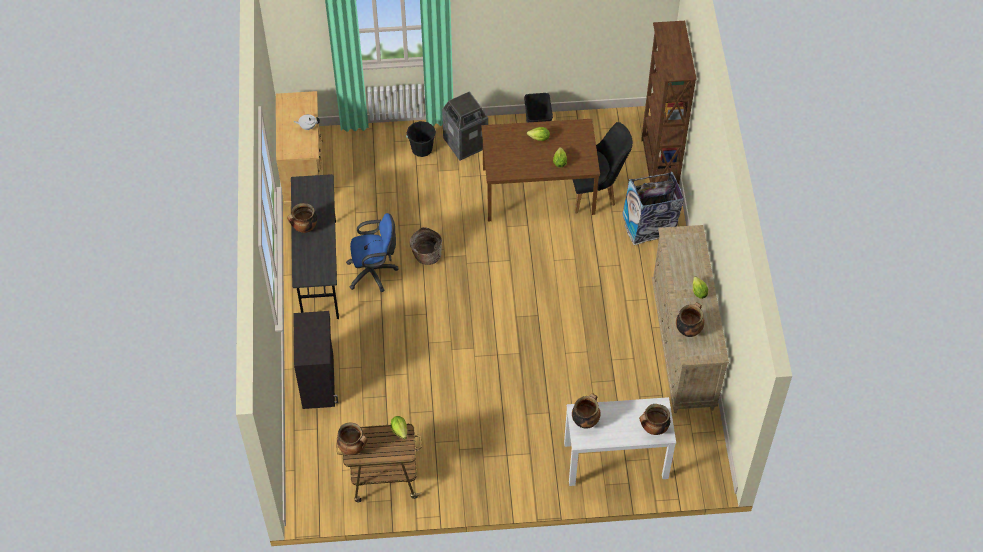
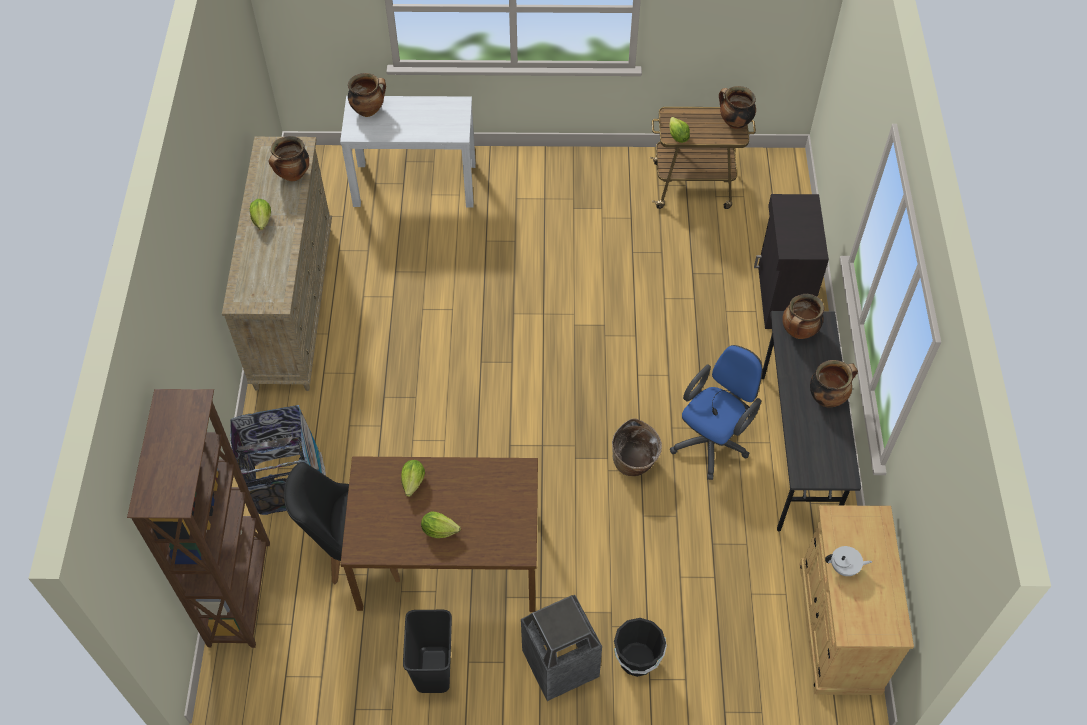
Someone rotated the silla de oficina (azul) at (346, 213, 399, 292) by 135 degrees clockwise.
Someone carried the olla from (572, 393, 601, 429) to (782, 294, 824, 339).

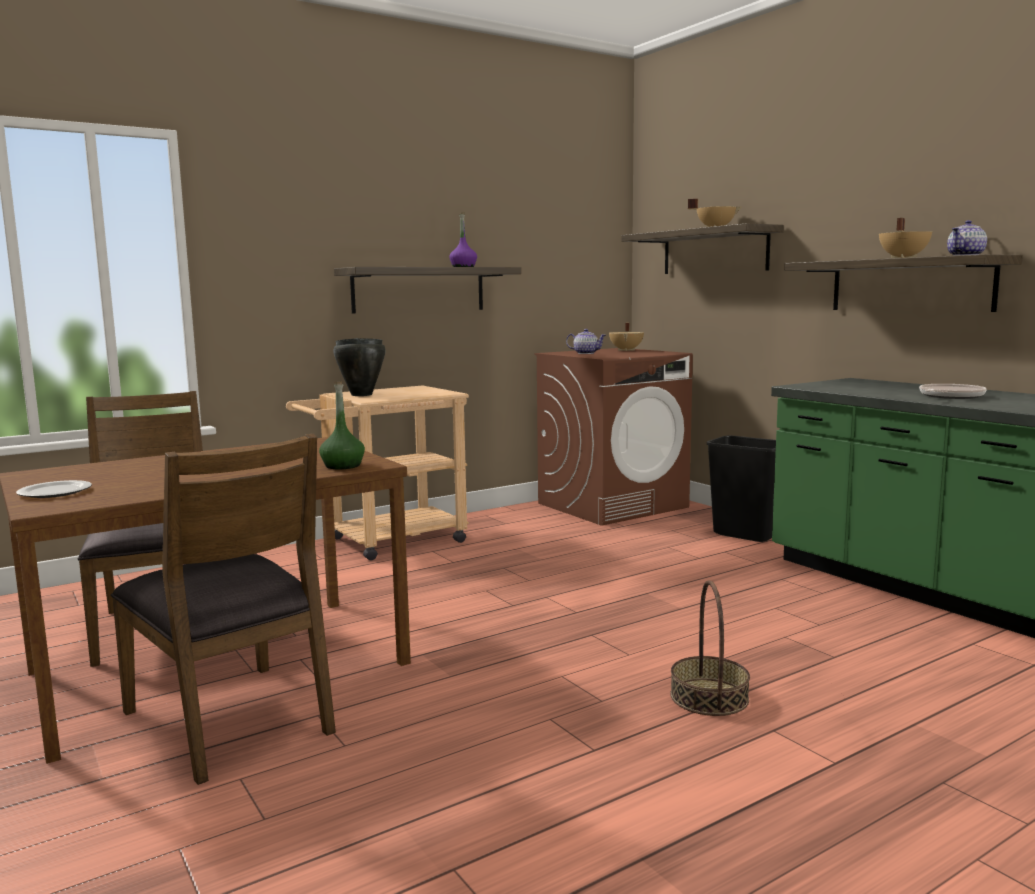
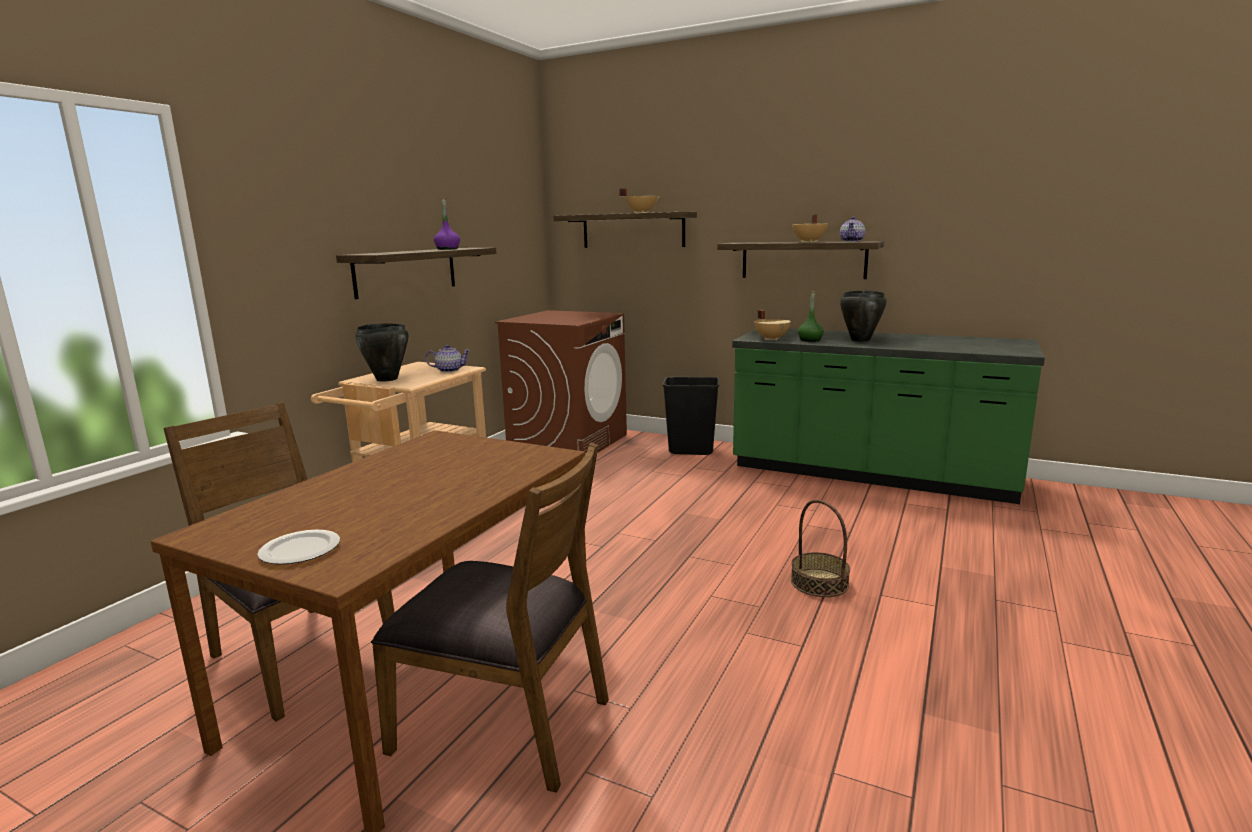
Someone carried the tetera from (566, 329, 606, 354) to (425, 345, 470, 372).
Someone carried the olla (beis) from (609, 323, 644, 351) to (755, 310, 791, 340).
Someone carried the botella (verde) from (319, 381, 365, 469) to (798, 291, 824, 342).
Someone swapped the sartén at (919, 384, 987, 399) for the olla (negro) at (840, 290, 887, 342).

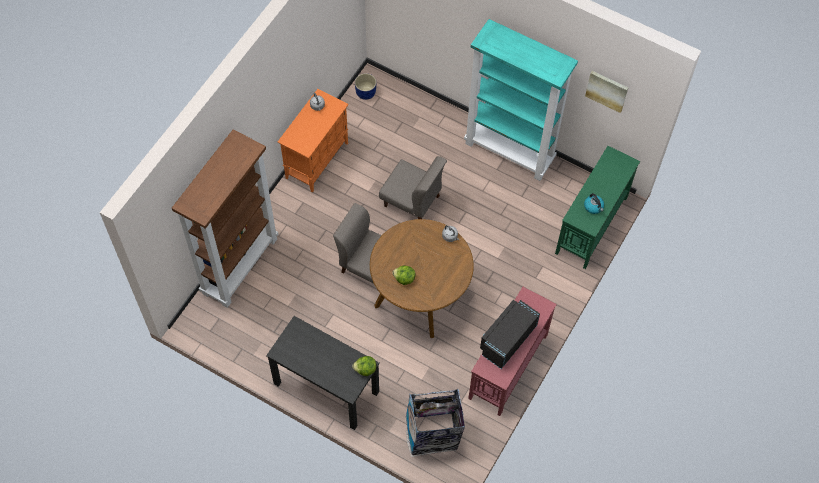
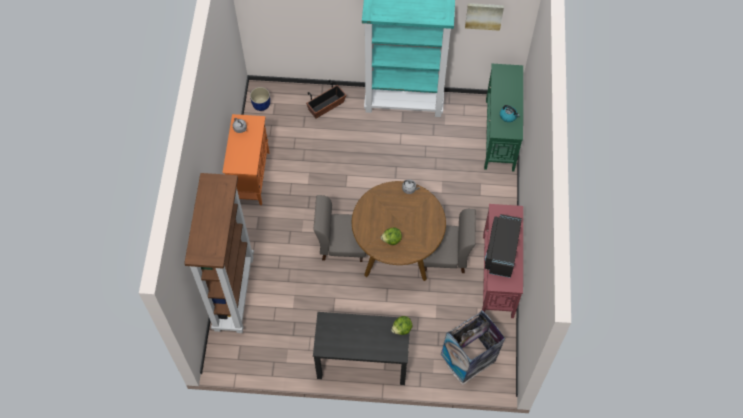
Someone put down the maceta at (306, 80, 346, 119).
Someone carried the silla (gris) from (379, 156, 447, 219) to (423, 209, 476, 273).

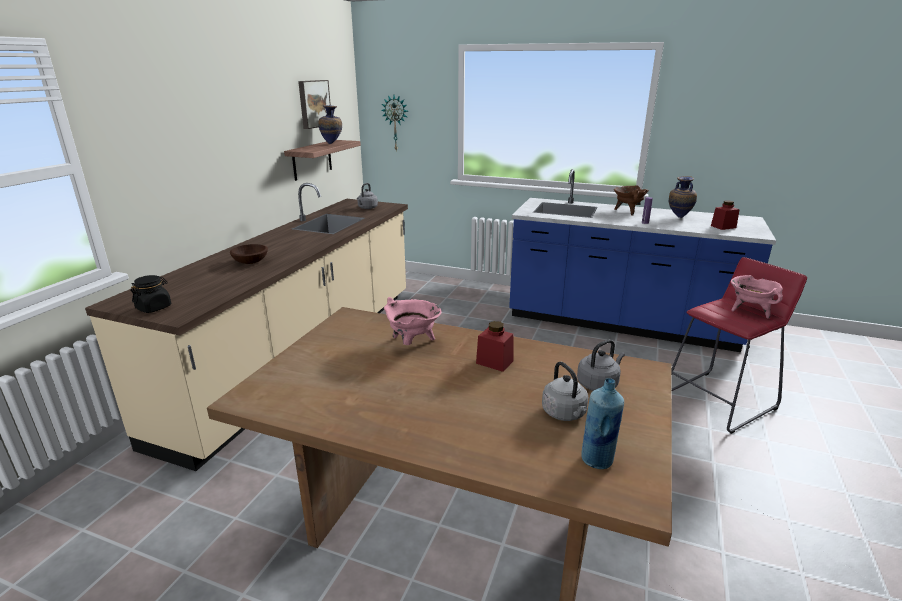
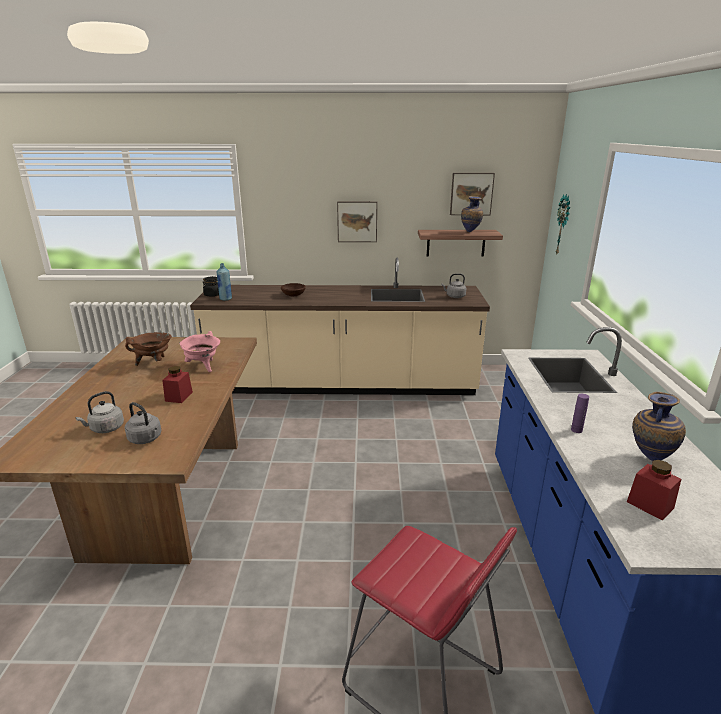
Someone carried the olla (marrón) from (614, 186, 649, 216) to (125, 332, 172, 366).
Someone carried the botella (azul) from (581, 378, 624, 469) to (217, 263, 232, 301).
Someone put up the cuadro at (337, 201, 377, 242).
Someone took away the olla (rosa) at (731, 275, 783, 319).

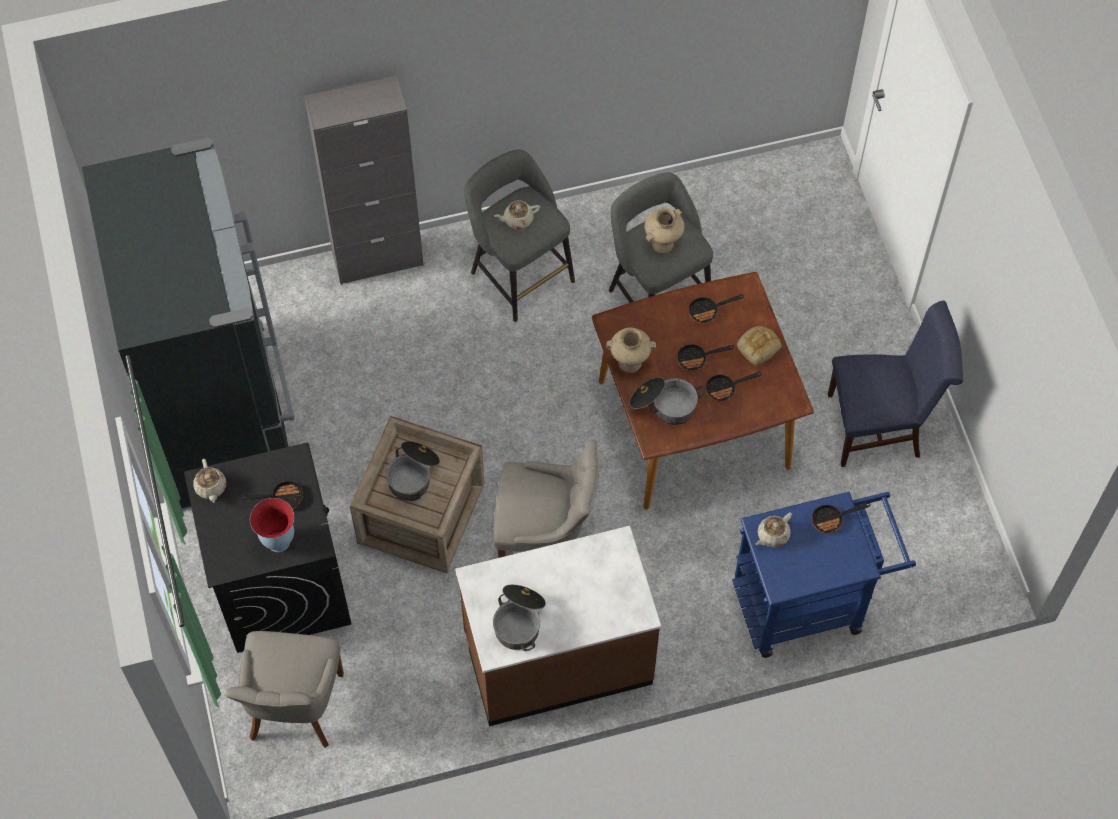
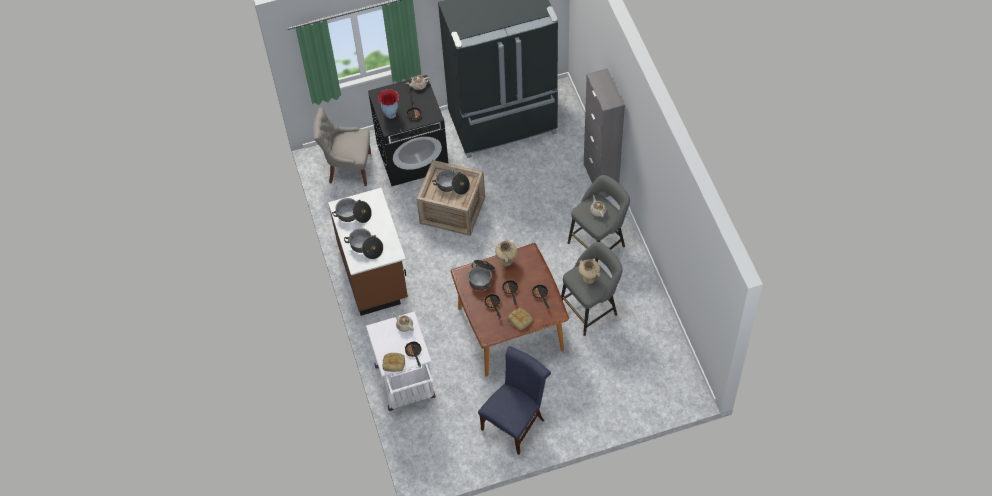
Someone put down the olla at (344, 228, 383, 259).
Someone repainted the carrito (azul) at (732, 492, 916, 658), which became the carrito (blanco) at (366, 311, 435, 411).
Someone put down the pan at (383, 353, 405, 372).
Someone rotated the silla (azul) at (828, 301, 963, 467) by 135 degrees counterclockwise.
Someone took away the silla (gris) at (493, 440, 599, 558).

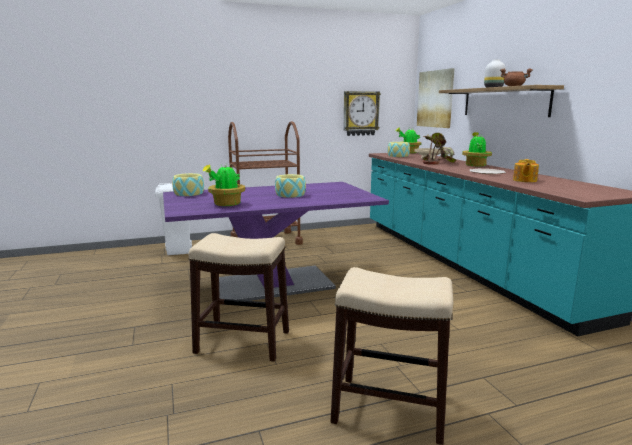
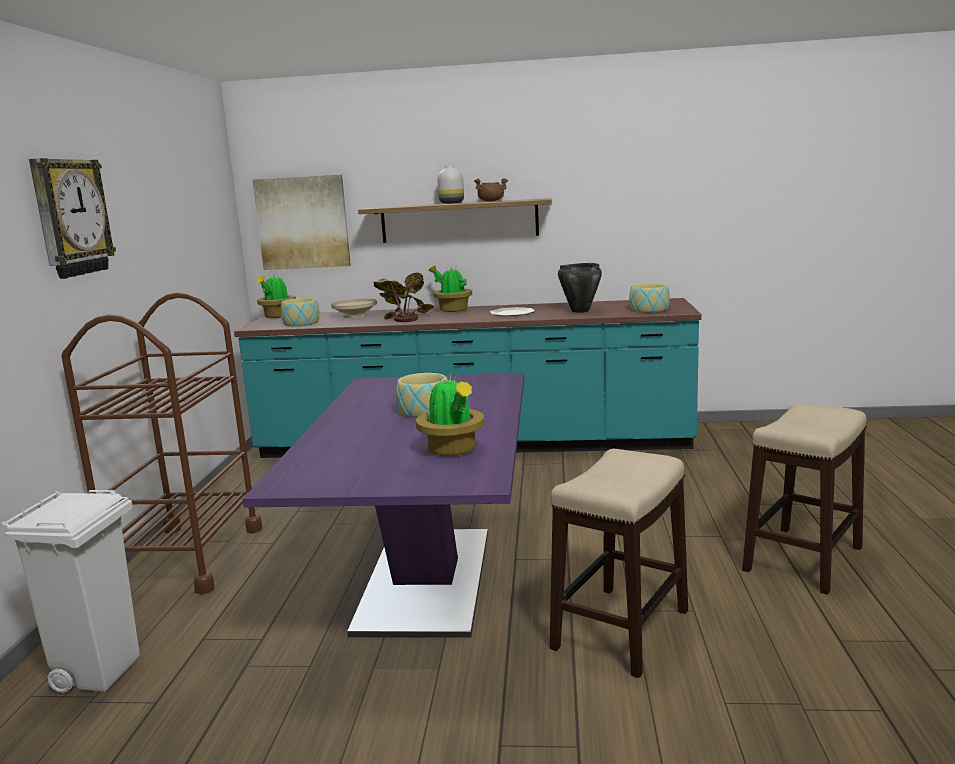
Someone carried the reloj de pared from (344, 91, 381, 136) to (29, 158, 116, 279).
Someone swapped the tetera at (513, 159, 539, 182) for the olla (negro) at (558, 263, 602, 313).
Someone carried the cuenco from (172, 173, 204, 196) to (629, 283, 670, 313).

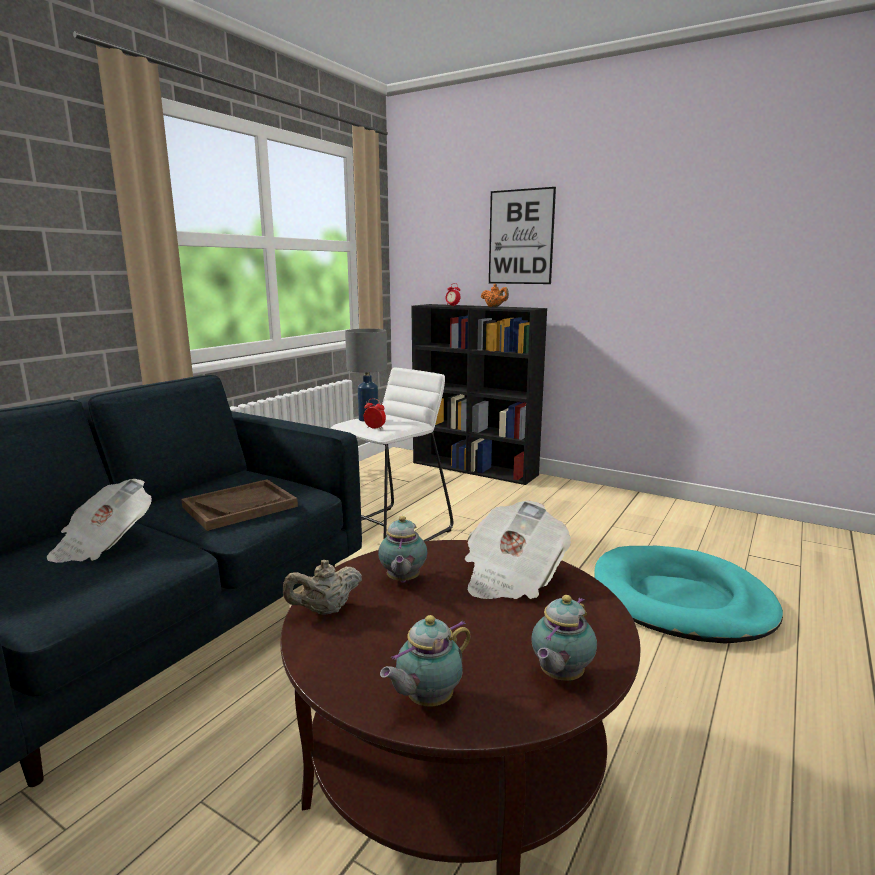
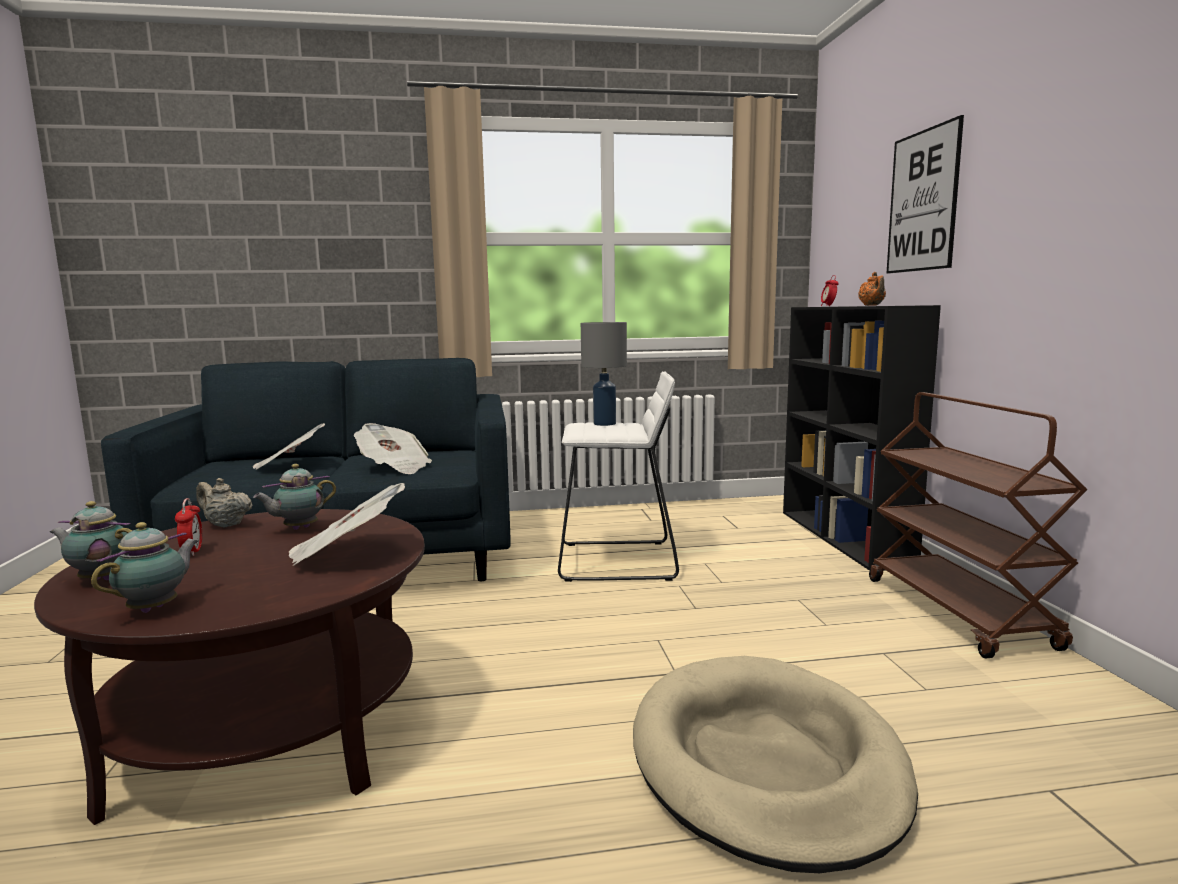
Someone rotated the tetera at (531, 595, 597, 681) by 120 degrees clockwise.
Someone carried the despertador from (364, 399, 386, 430) to (175, 498, 202, 556).
Someone swapped the bandeja (marrón) at (181, 479, 298, 531) for the periódico at (354, 423, 432, 474).
Someone repainted the cama para perro (turquesa) at (594, 546, 783, 644), which became the cama para perro (beis) at (633, 656, 918, 873).
Someone put down the carrito (marrón) at (869, 392, 1088, 658).

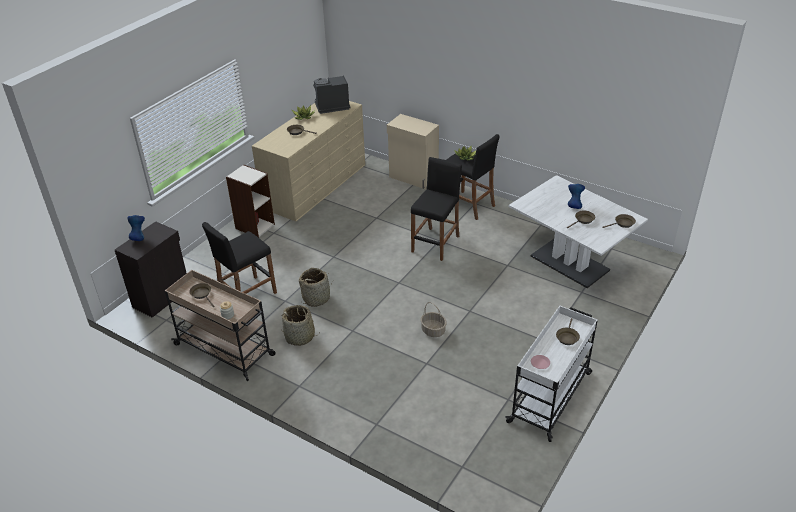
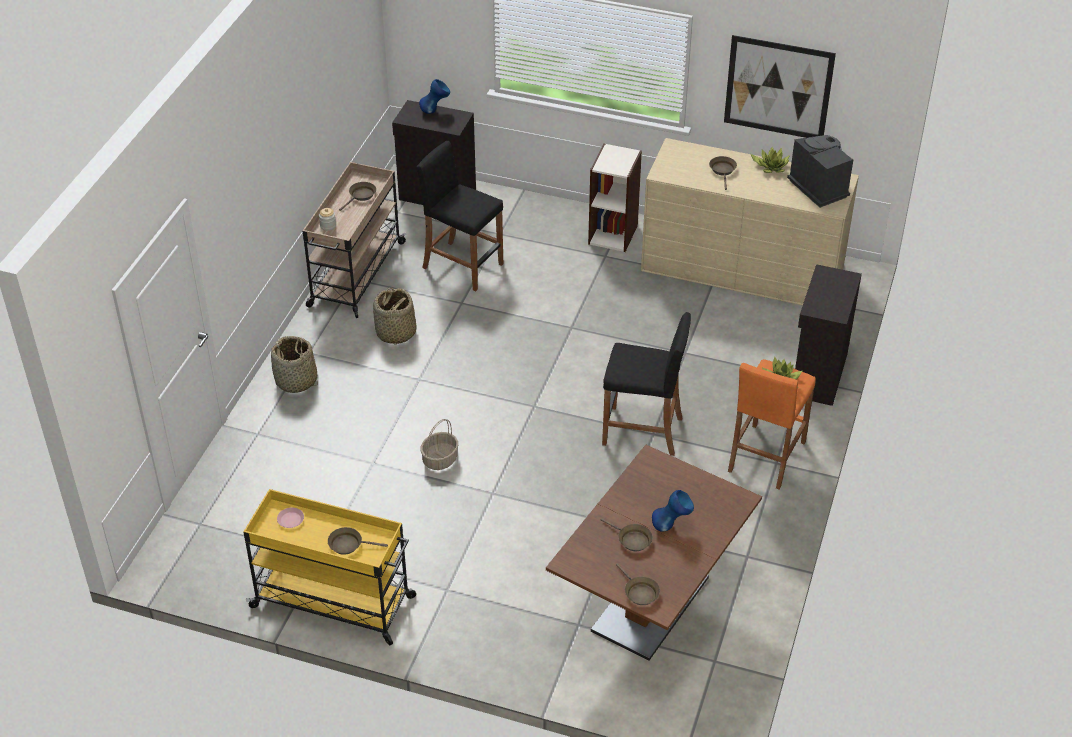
Someone repainted the carrito (blanco) at (505, 306, 598, 442), which became the carrito (amarillo) at (243, 489, 416, 645).
Someone carried the cesta from (299, 268, 331, 307) to (271, 336, 318, 393).
Someone repainted the mesa de comedor (blanco) at (508, 175, 648, 288), which became the mesa de comedor (marrón) at (546, 445, 762, 661).
Someone put up the cuadro at (724, 35, 836, 138).
Someone repainted the taburete (negro) at (446, 134, 499, 220), which became the taburete (naranja) at (728, 359, 816, 490).
Someone repainted the armario (beis) at (387, 114, 439, 189), which became the armario (negro) at (795, 264, 862, 406).

